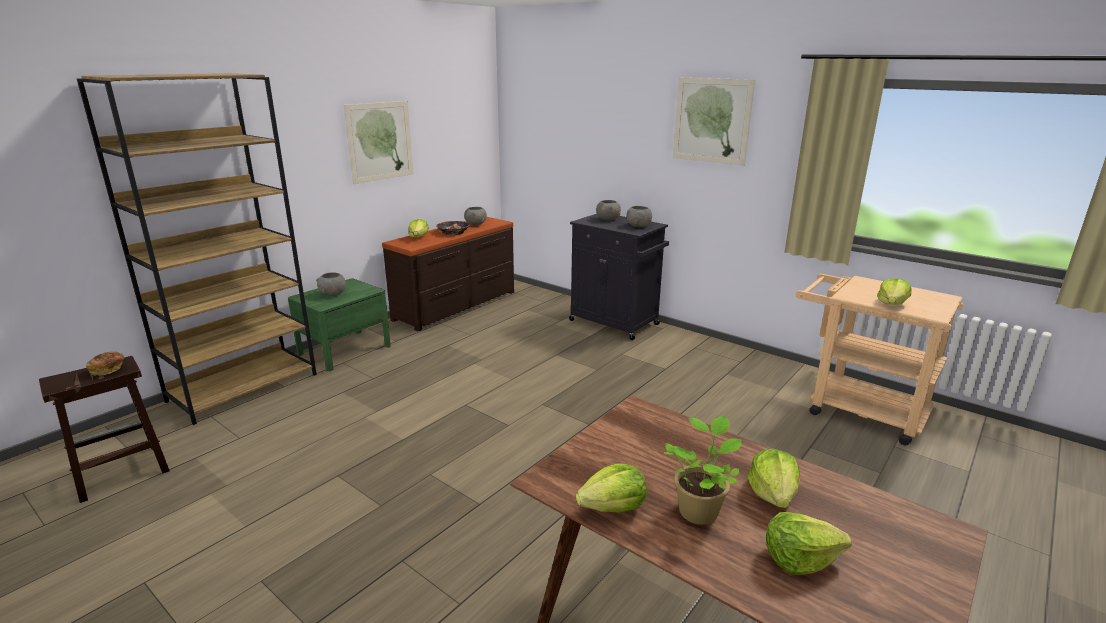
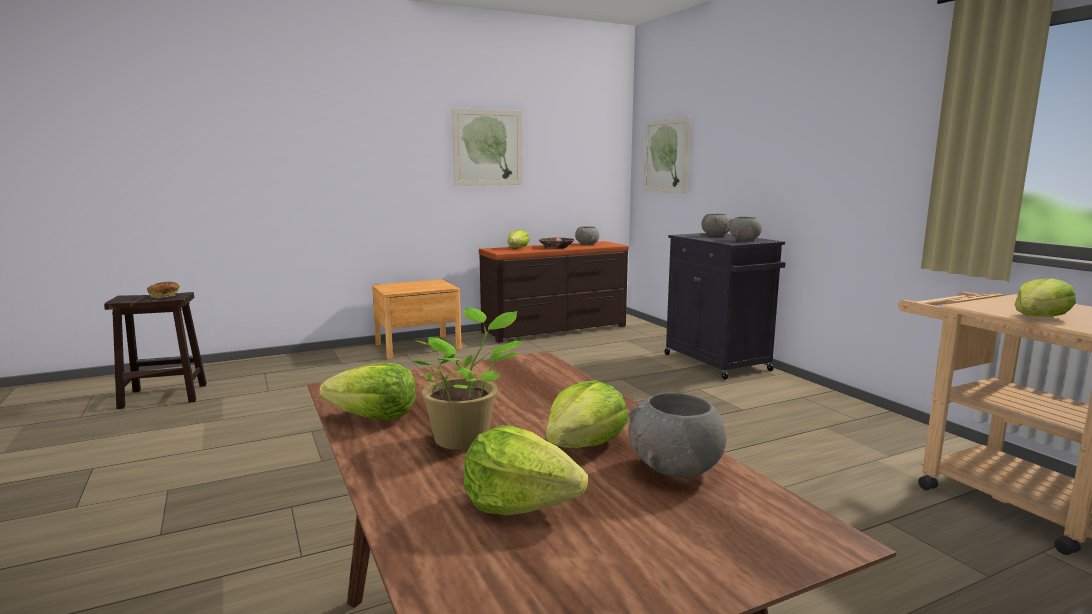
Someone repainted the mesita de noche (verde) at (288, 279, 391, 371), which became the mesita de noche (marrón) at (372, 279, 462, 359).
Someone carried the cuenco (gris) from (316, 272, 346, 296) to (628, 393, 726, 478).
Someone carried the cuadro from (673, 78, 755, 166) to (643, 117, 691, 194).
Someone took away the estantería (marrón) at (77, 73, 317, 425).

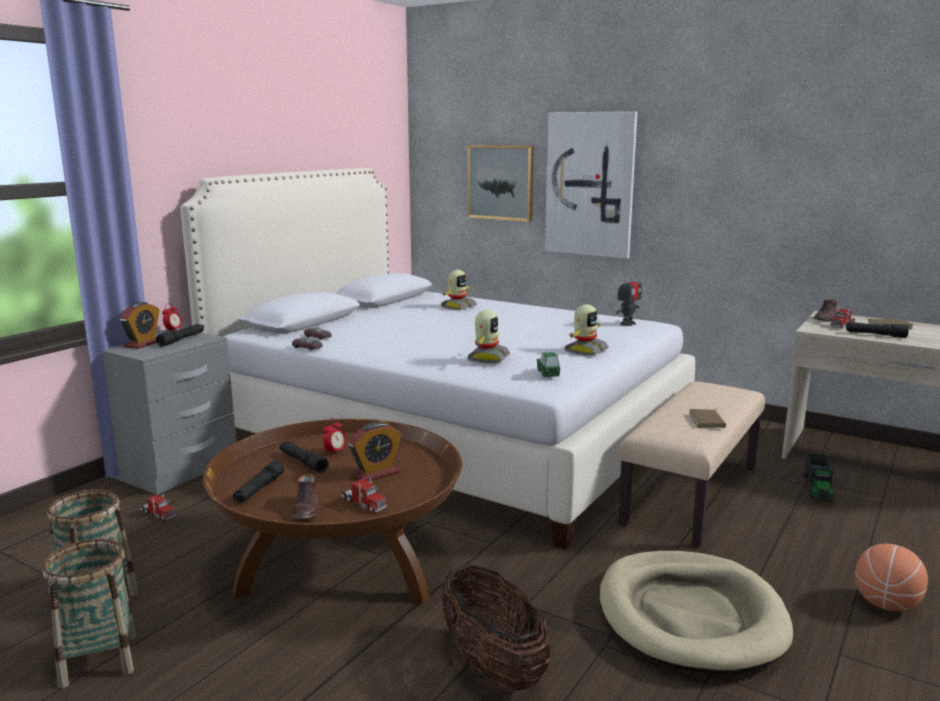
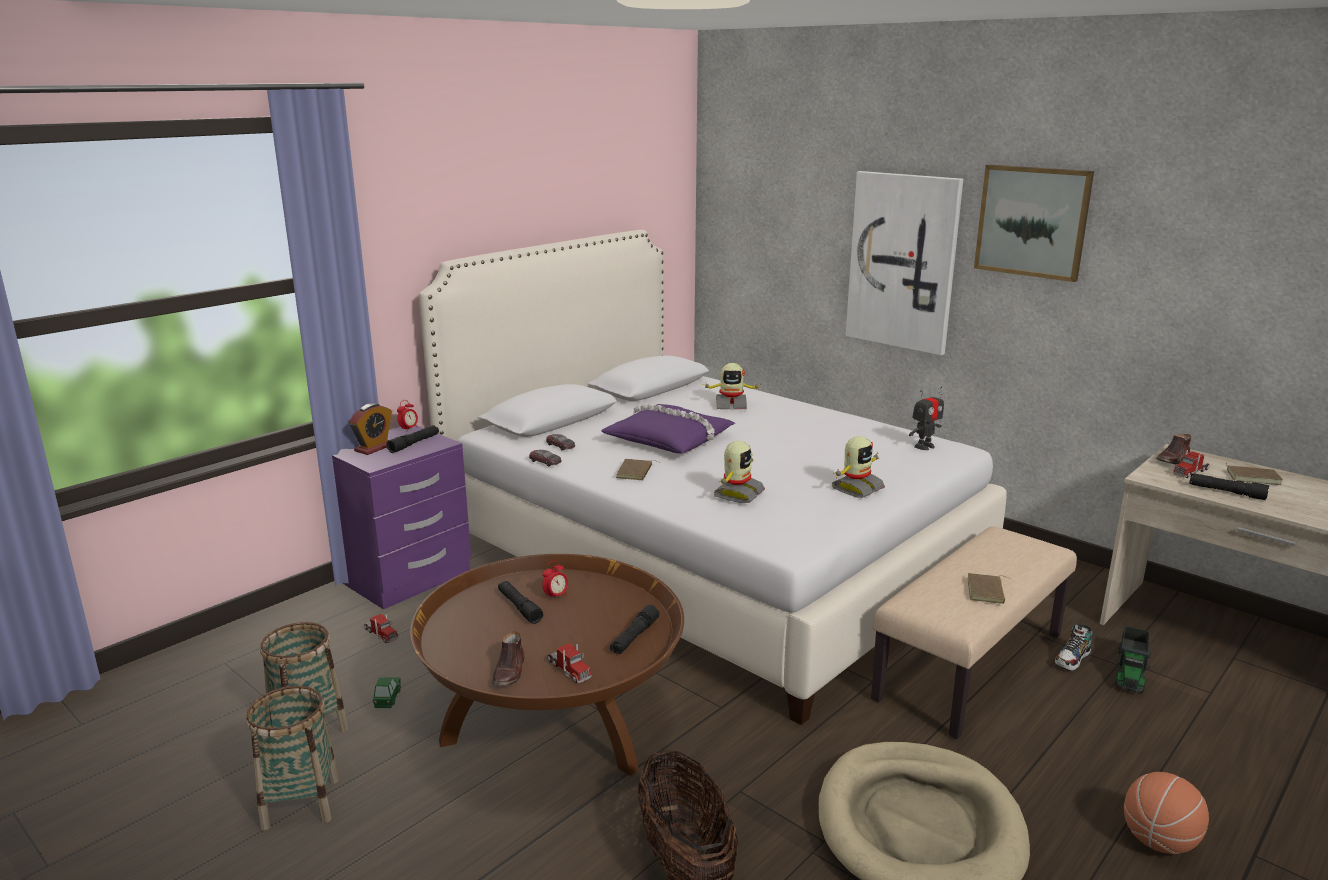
Someone repainted the mesita de noche (gris) at (103, 328, 236, 495), which became the mesita de noche (morado) at (332, 425, 471, 609).
Someone carried the coche de juguete (verde) from (537, 352, 560, 377) to (373, 677, 401, 708).
Someone put down the cojín (morado) at (601, 403, 735, 454).
Someone carried the linterna (negro) from (233, 460, 284, 503) to (610, 605, 659, 654).
Someone put down the libro (marrón) at (616, 459, 660, 480).
Someone rotated the robot de juguete at (441, 270, 477, 310) by 45 degrees clockwise.
Someone carried the cuadro from (468, 145, 534, 222) to (974, 164, 1094, 282).
Someone put down the zapato at (1055, 624, 1092, 671).
Someone took away the despertador at (348, 422, 402, 481).

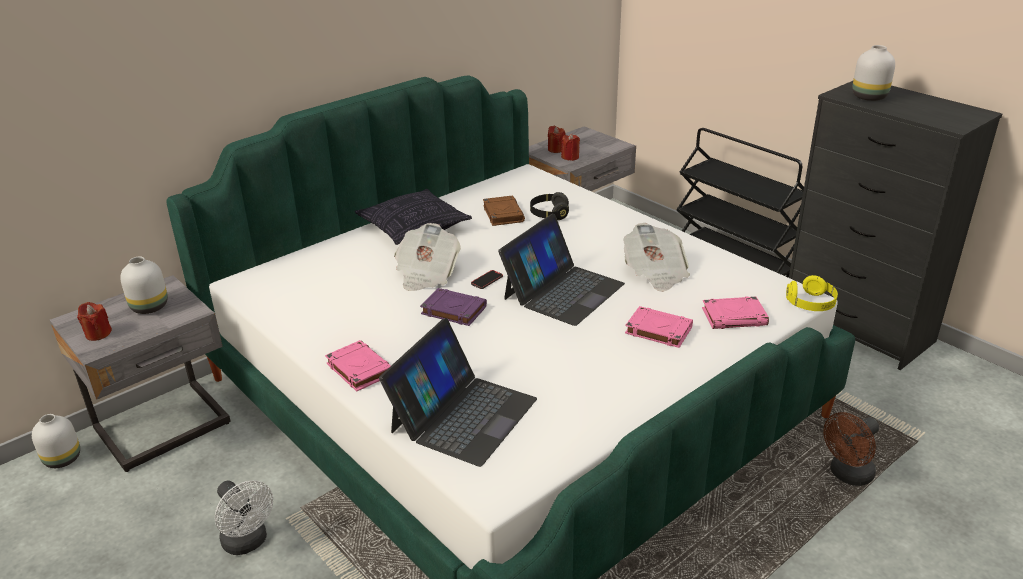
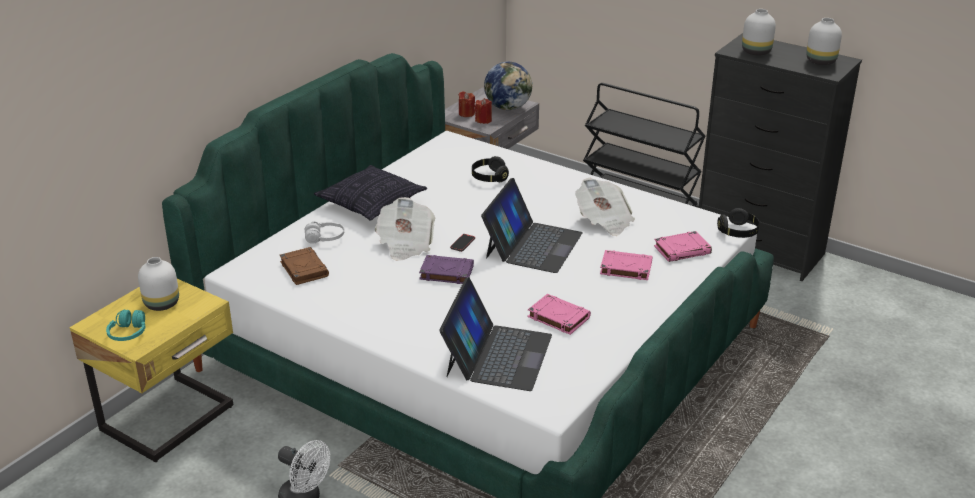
Someone repainted the mesita de noche (gris) at (50, 275, 231, 472), which became the mesita de noche (amarillo) at (70, 279, 233, 462).
Someone swapped the vela (rojo) at (77, 302, 112, 341) for the auriculares (turquesa) at (106, 310, 145, 341).
Someone carried the libro (marrón) from (483, 196, 525, 226) to (280, 247, 329, 285).
Someone put down the auriculares (blanco) at (305, 222, 344, 244).
Someone put down the globo terráqueo at (484, 62, 533, 110).
Someone carried the libro (rosa) from (325, 340, 391, 391) to (528, 294, 591, 335).
Someone repainted the auriculares (amarillo) at (786, 275, 838, 311), which became the auriculares (negro) at (717, 208, 760, 238).
Someone carried the florero (blanco) from (32, 414, 80, 468) to (806, 18, 842, 65).
Someone took away the ventilador (marrón) at (823, 412, 879, 486).

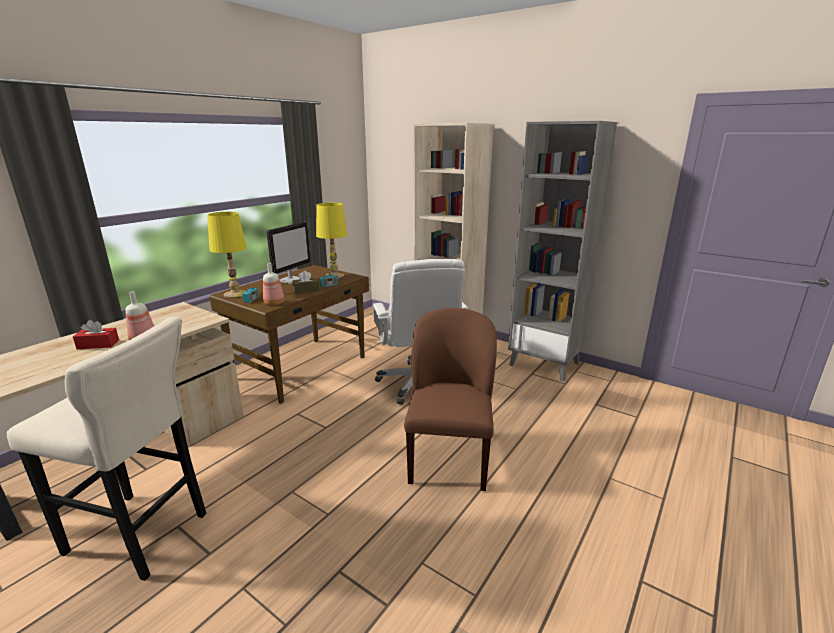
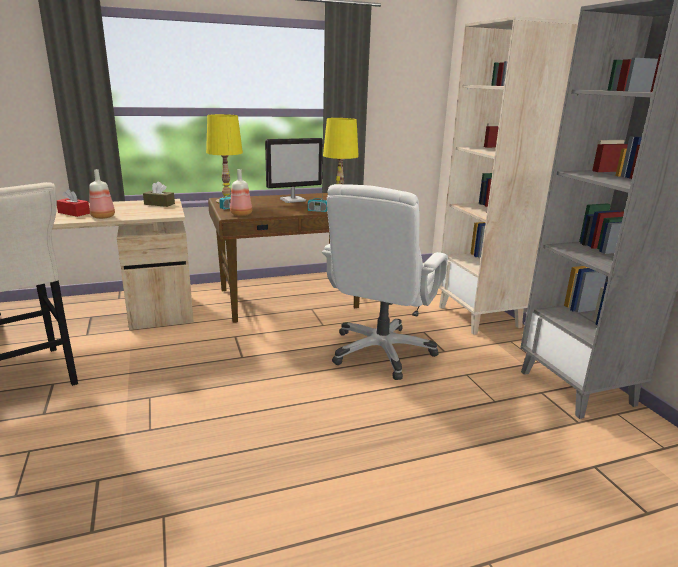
Someone carried the caja de pañuelos (marrón) from (293, 271, 320, 294) to (143, 182, 175, 207).
Someone took away the silla (marrón) at (404, 308, 497, 491).

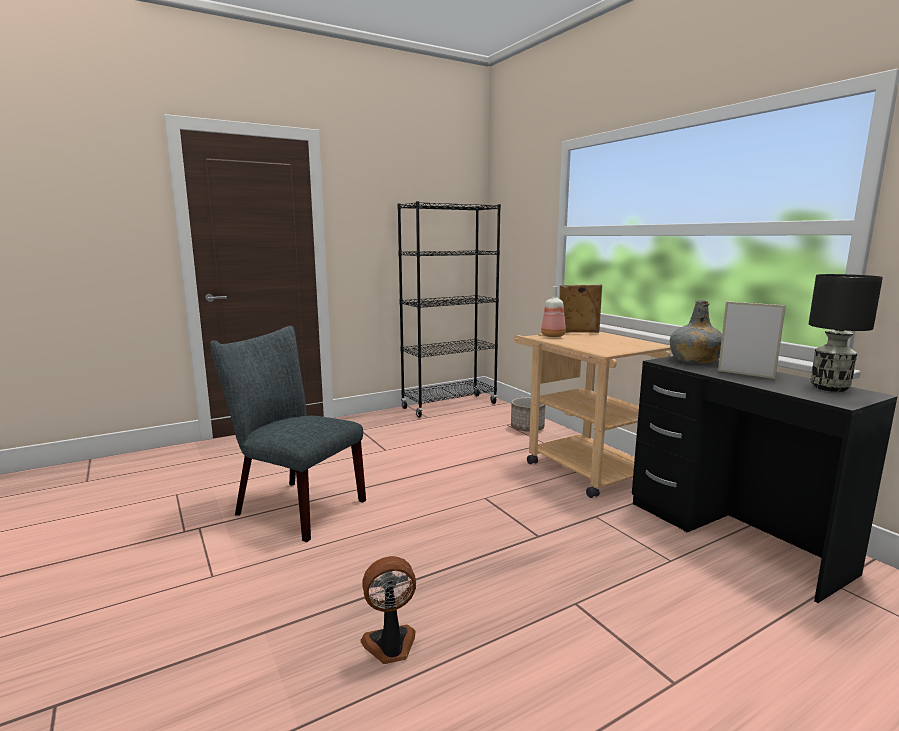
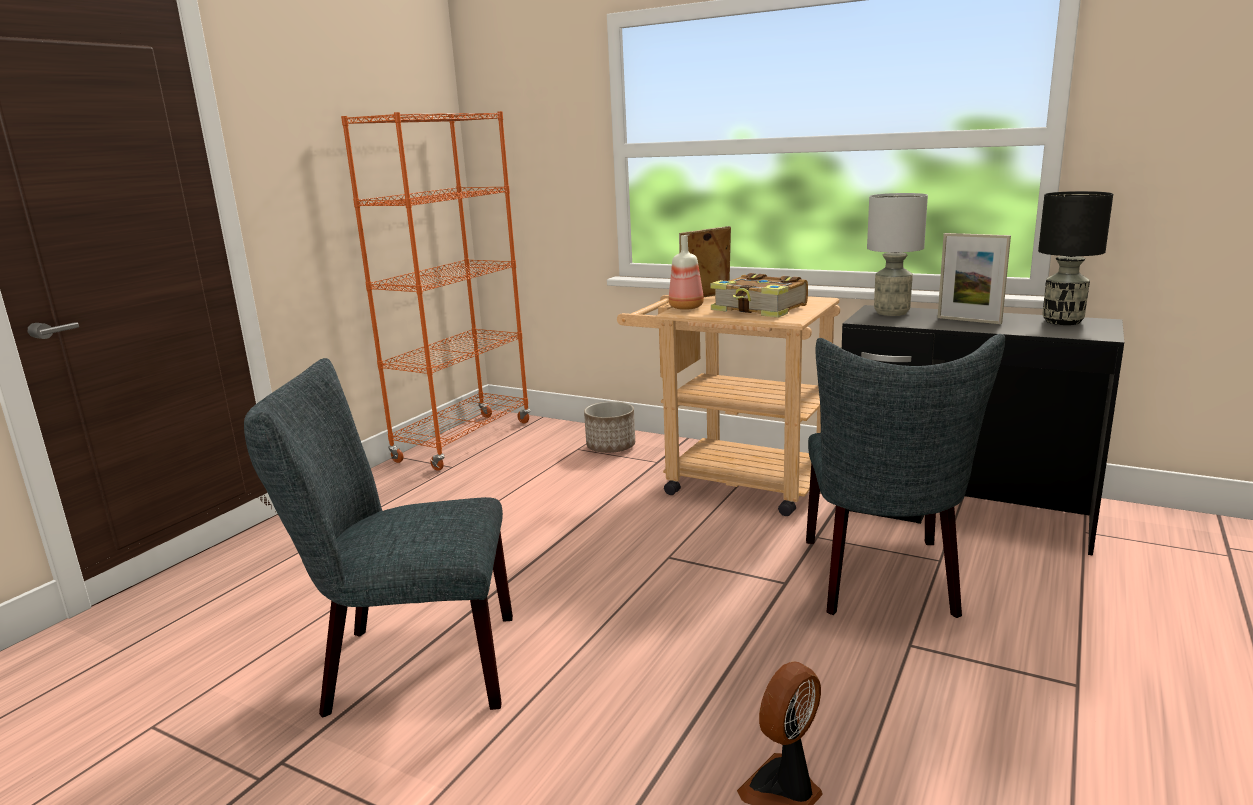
Someone repainted the estantería (negro) at (397, 201, 501, 418), which became the estantería (naranja) at (341, 111, 530, 471).
Someone put down the libro at (710, 273, 808, 318).
Someone put down the silla (gris) at (806, 334, 1005, 618).
Someone swapped the botella (gris) at (670, 300, 722, 364) for the lámpara de mesa (gris) at (867, 193, 928, 316).
Someone rotated the portarretratos at (718, 301, 786, 379) by 150 degrees counterclockwise.

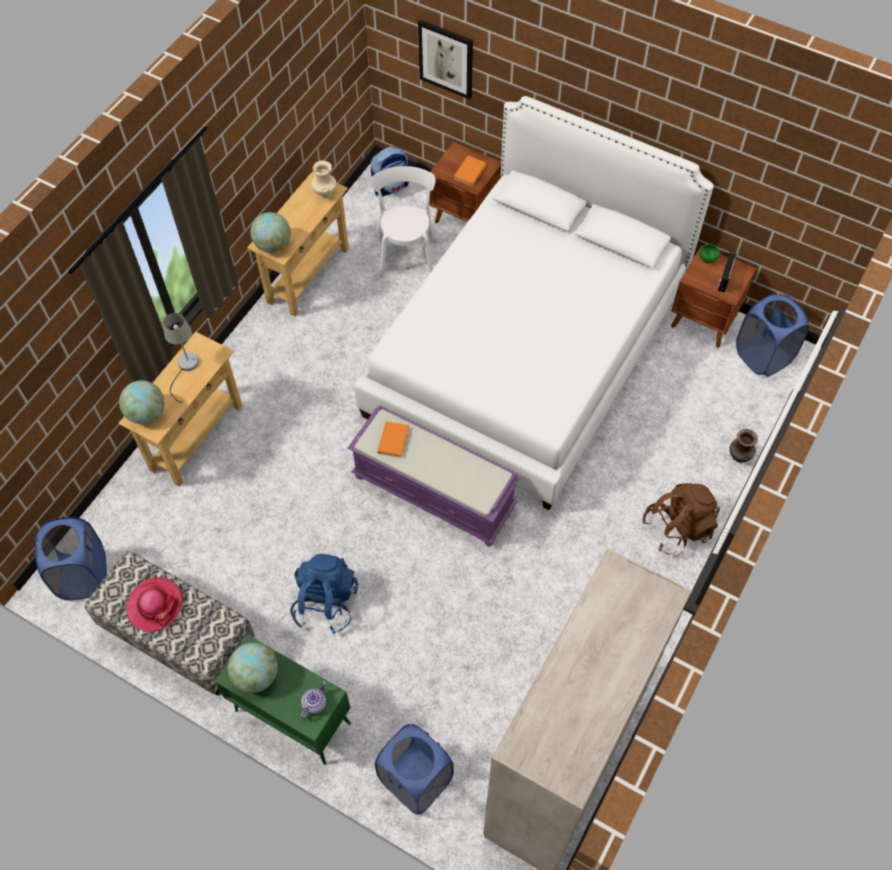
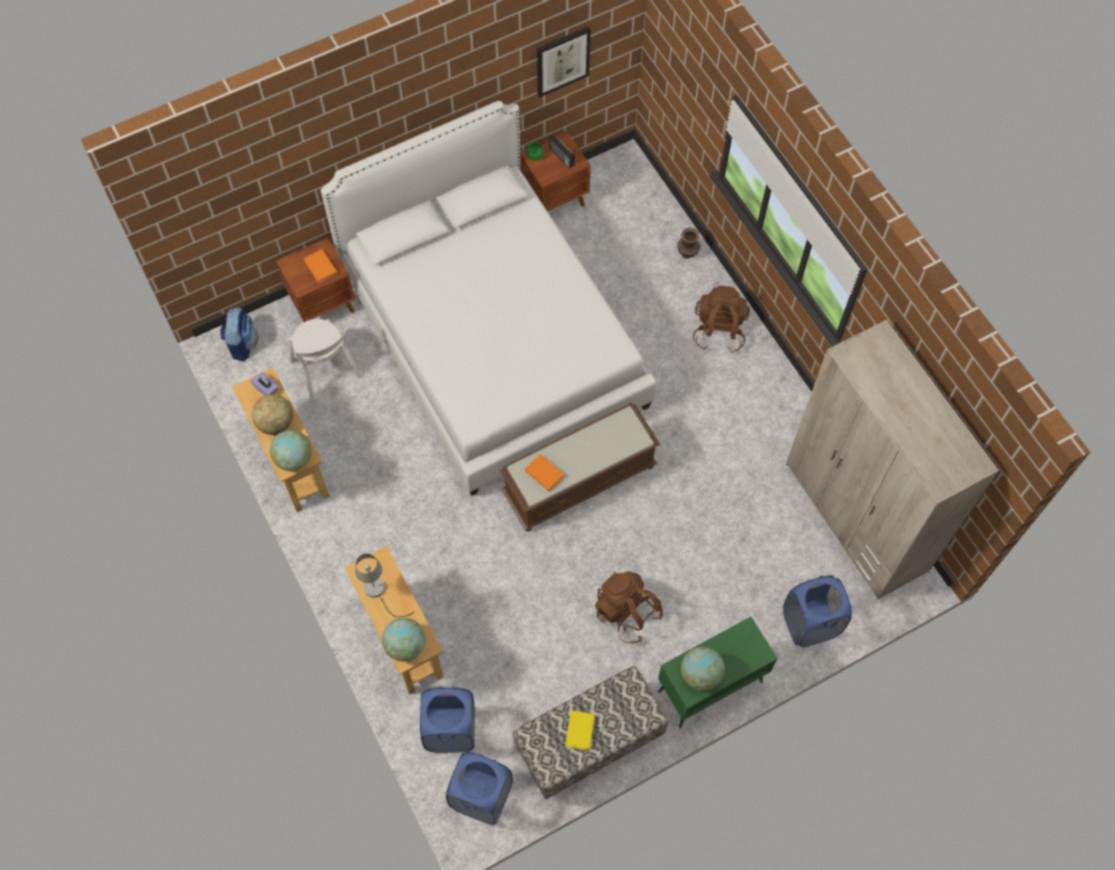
Someone swapped the florero (beis) at (312, 160, 336, 199) for the caja de pañuelos (morado) at (251, 372, 279, 395).
Someone put down the globo terráqueo at (252, 394, 293, 435).
Someone rotated the silla (blanco) at (372, 166, 436, 277) by 150 degrees counterclockwise.
Someone carried the cesto de la ropa (azul) from (736, 293, 809, 377) to (420, 687, 475, 753).
Someone repainted the banco (morado) at (348, 406, 520, 546), which became the banco (marrón) at (500, 402, 660, 531).
Someone carried the cuadro from (418, 20, 473, 99) to (537, 26, 591, 97).
Someone swapped the sombrero at (126, 577, 183, 632) for the libro (amarillo) at (565, 710, 595, 750).
Someone repainted the mochila (azul) at (290, 554, 358, 634), which became the mochila (marrón) at (595, 571, 663, 644).
Someone took away the tetera at (300, 681, 326, 719).

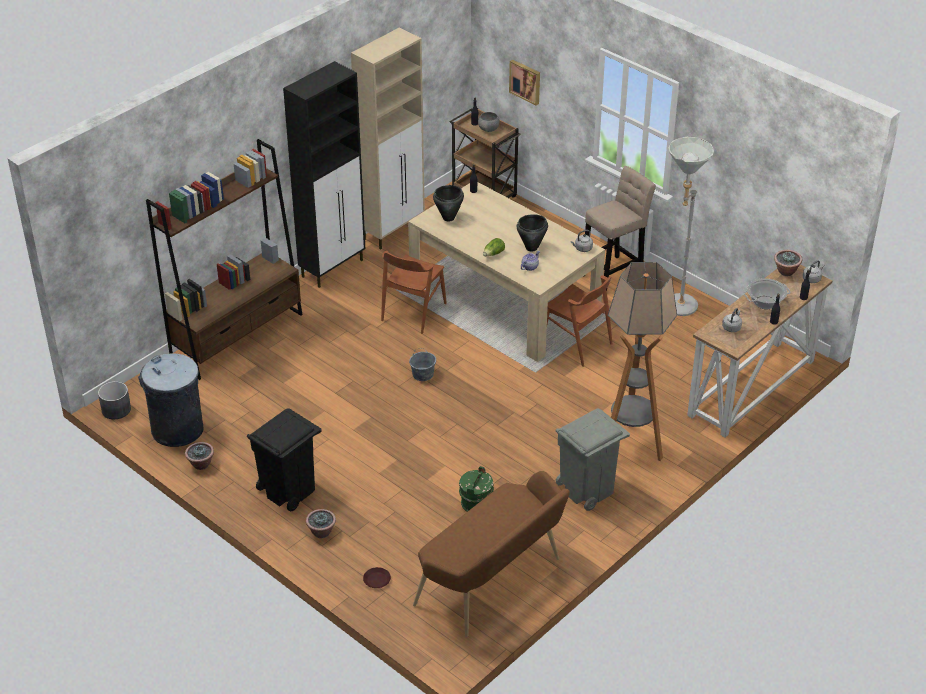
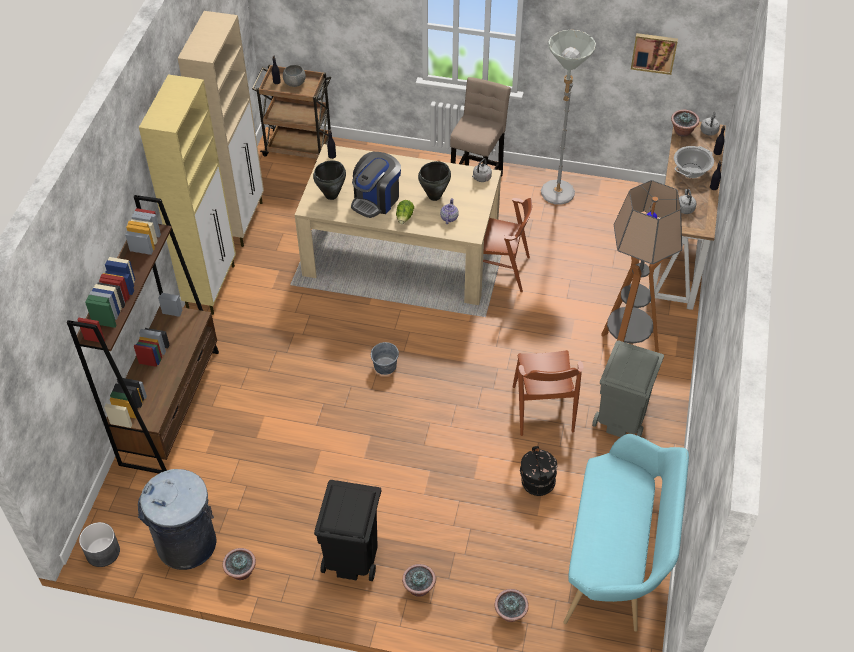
Someone repainted the armario (negro) at (283, 61, 365, 288), which became the armario (beis) at (139, 74, 236, 315).
Someone put down the cafetera at (351, 152, 401, 218).
Someone swapped the plato (marrón) at (363, 567, 391, 588) for the planta en maceta at (495, 589, 529, 622).
Someone carried the silla (marrón) from (381, 251, 447, 334) to (513, 350, 584, 436).
Someone repainted the cubo (verde) at (459, 466, 494, 512), which became the cubo (negro) at (520, 446, 557, 496).
Someone repainted the banco (marrón) at (413, 471, 570, 637), which became the banco (turquesa) at (563, 434, 689, 632).
Someone carried the cuadro from (509, 60, 540, 105) to (631, 33, 678, 75).

